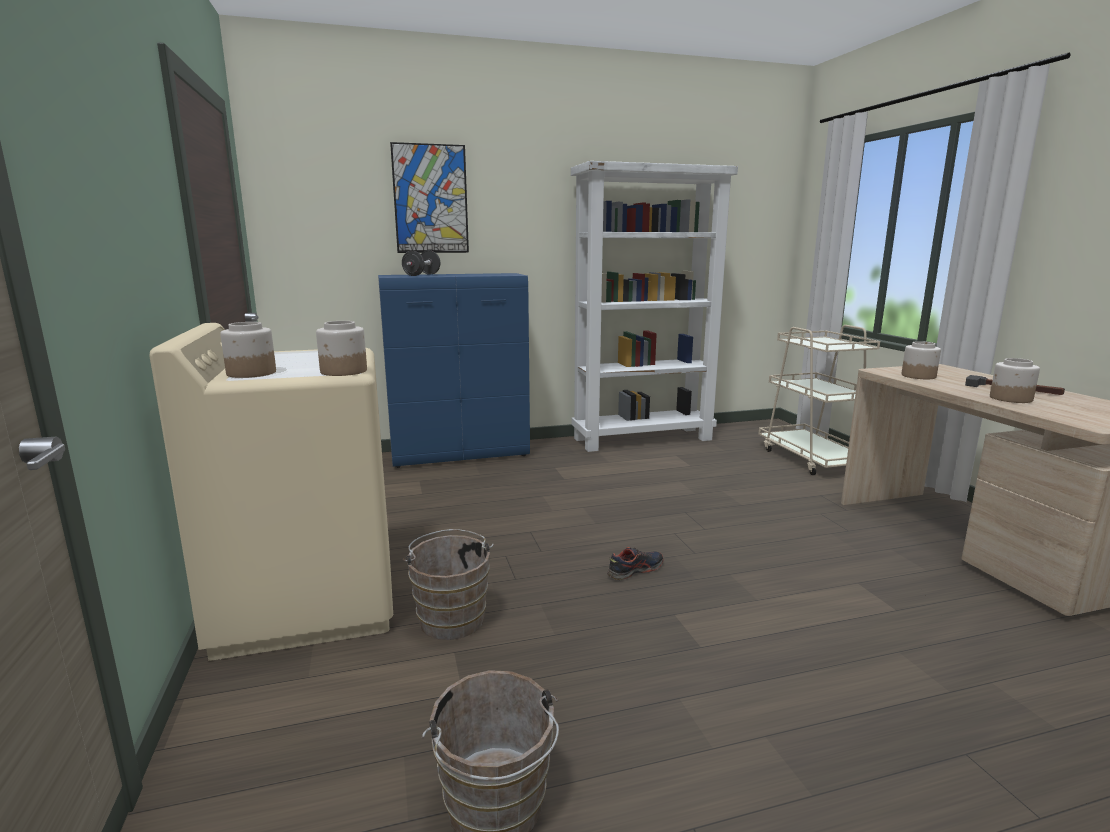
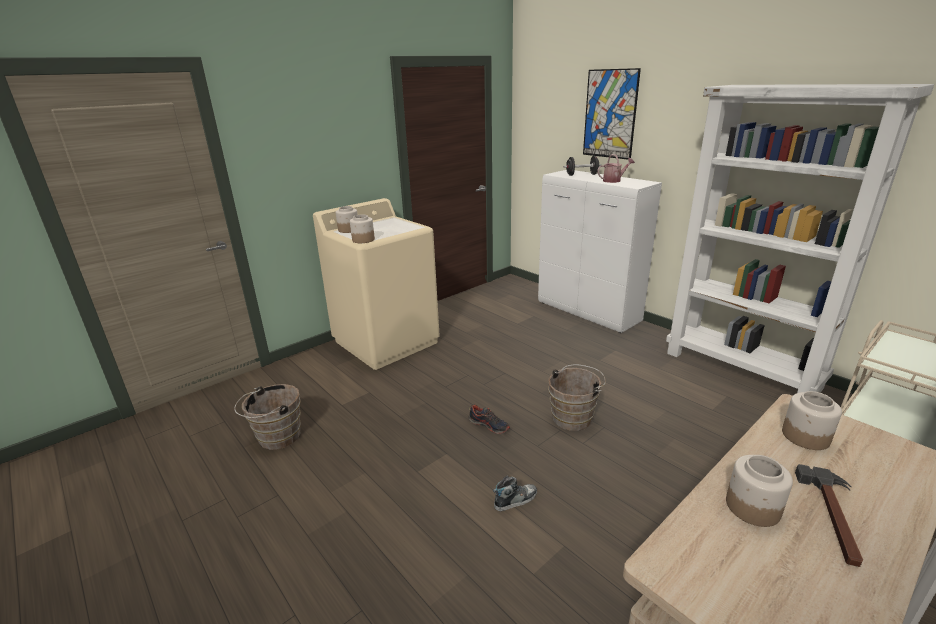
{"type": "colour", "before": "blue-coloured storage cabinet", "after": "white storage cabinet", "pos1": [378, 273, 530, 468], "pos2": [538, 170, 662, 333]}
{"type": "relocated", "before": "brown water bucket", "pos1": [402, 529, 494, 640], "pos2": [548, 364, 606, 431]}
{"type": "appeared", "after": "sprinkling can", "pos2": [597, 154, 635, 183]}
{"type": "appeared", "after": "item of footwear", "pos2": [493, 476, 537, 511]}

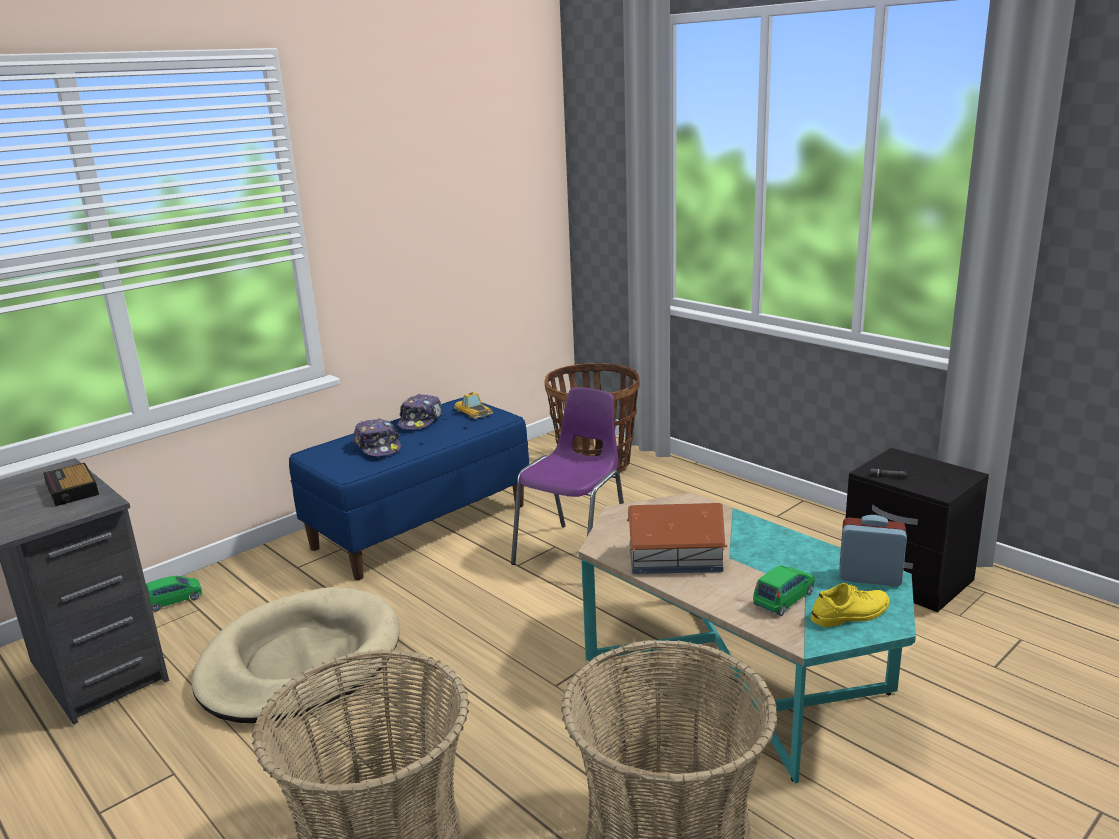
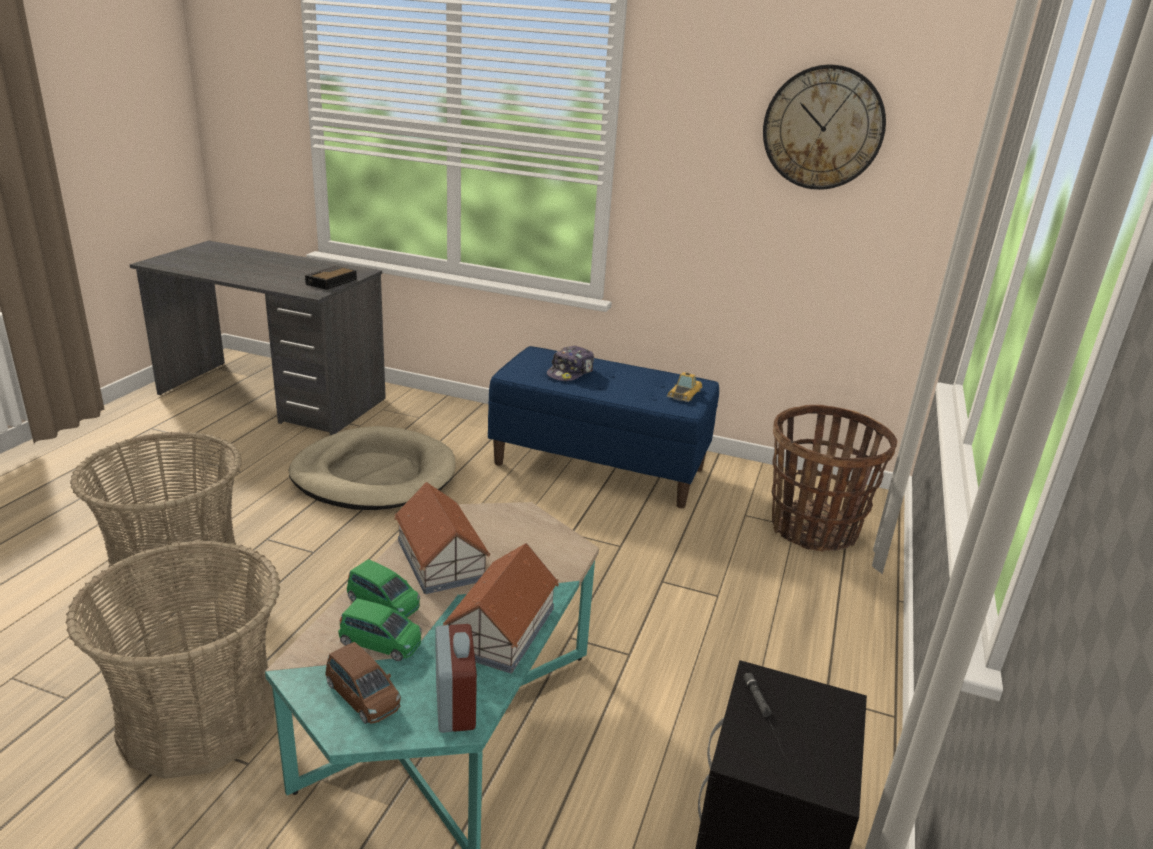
{"type": "missing", "before": "purplish upright chair", "pos1": [511, 387, 624, 565]}
{"type": "missing", "before": "cap", "pos1": [398, 394, 442, 430]}
{"type": "relocated", "before": "green-coloured model car", "pos1": [146, 576, 202, 612], "pos2": [347, 559, 420, 618]}
{"type": "exchanged", "before": "yellowish item of footwear", "after": "brown model car", "pos1": [810, 583, 890, 627], "pos2": [325, 641, 401, 724]}
{"type": "appeared", "after": "wall clock", "pos2": [763, 65, 886, 190]}
{"type": "appeared", "after": "model house", "pos2": [443, 543, 559, 673]}

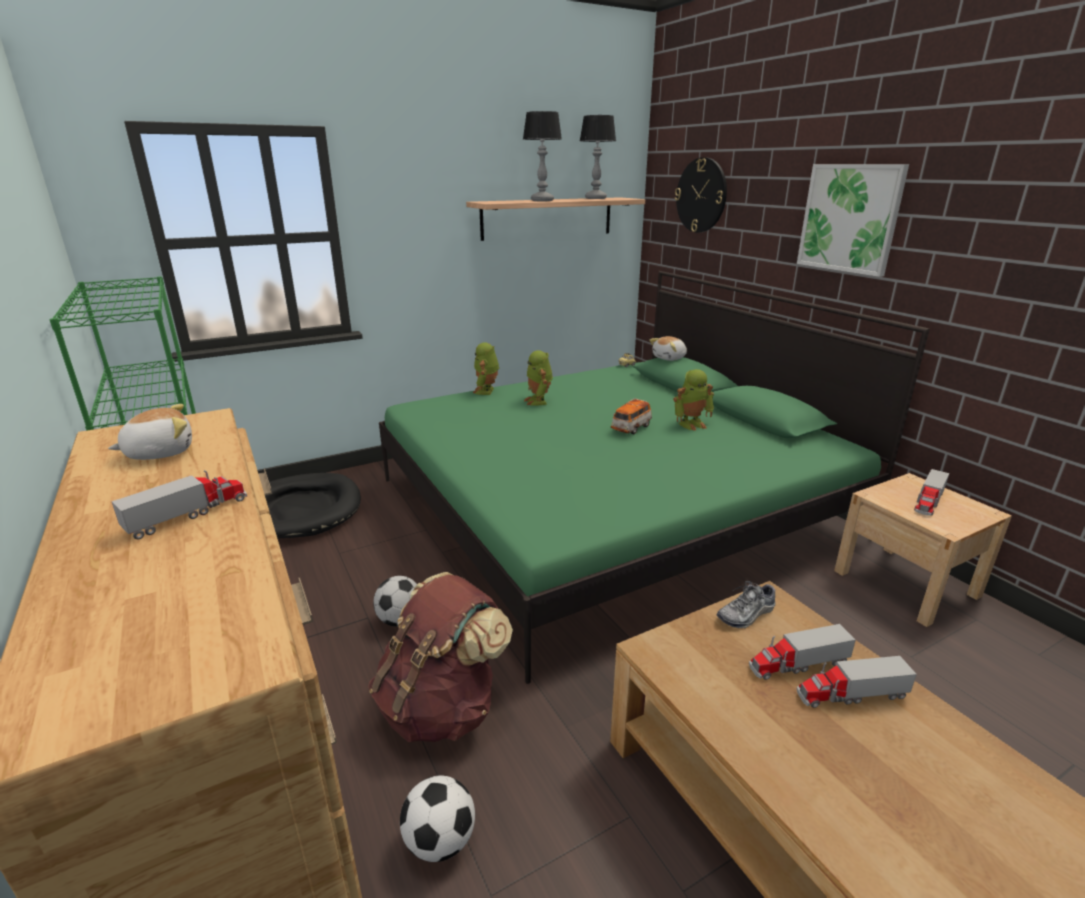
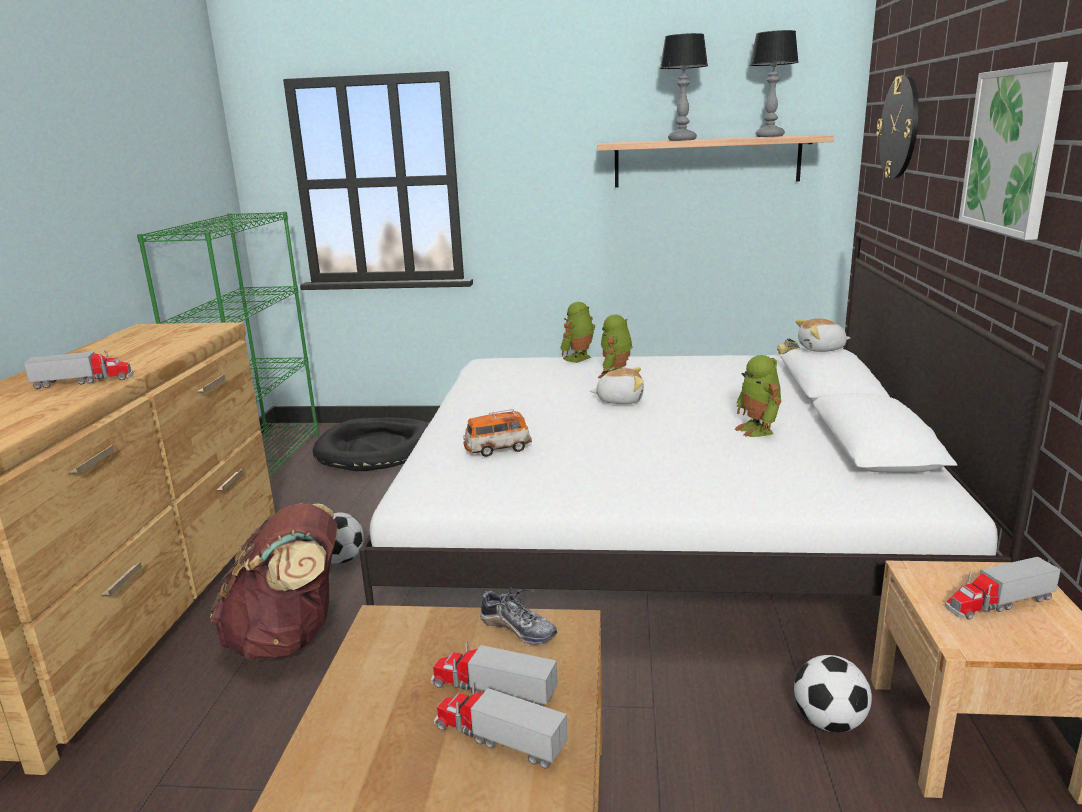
{"type": "colour", "before": "green-coloured bedroom bed", "after": "white bedroom bed", "pos1": [379, 271, 930, 684], "pos2": [359, 232, 1064, 605]}
{"type": "spun", "before": "model robot", "pos1": [673, 369, 714, 431], "pos2": [735, 355, 781, 437], "turn": 60}
{"type": "relocated", "before": "model car", "pos1": [611, 398, 652, 434], "pos2": [463, 409, 532, 457]}
{"type": "relocated", "before": "soft toy", "pos1": [108, 404, 192, 460], "pos2": [590, 367, 644, 404]}
{"type": "spun", "before": "item of footwear", "pos1": [717, 581, 775, 629], "pos2": [480, 587, 557, 644], "turn": -150}
{"type": "relocated", "before": "football ball", "pos1": [400, 775, 475, 862], "pos2": [794, 655, 872, 733]}

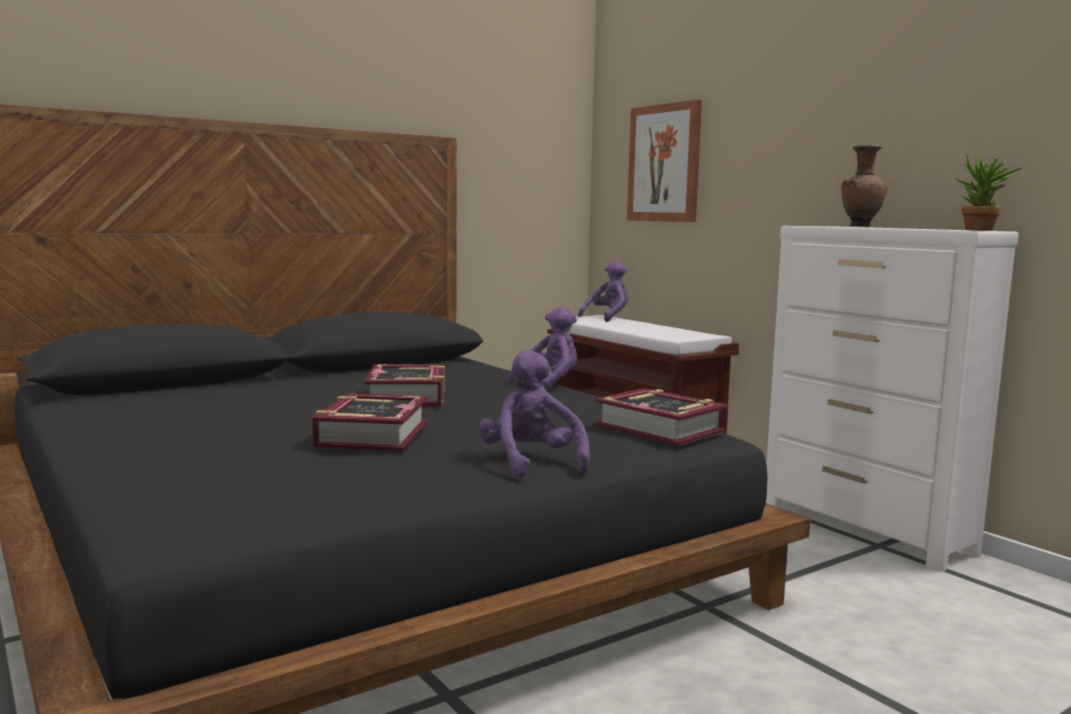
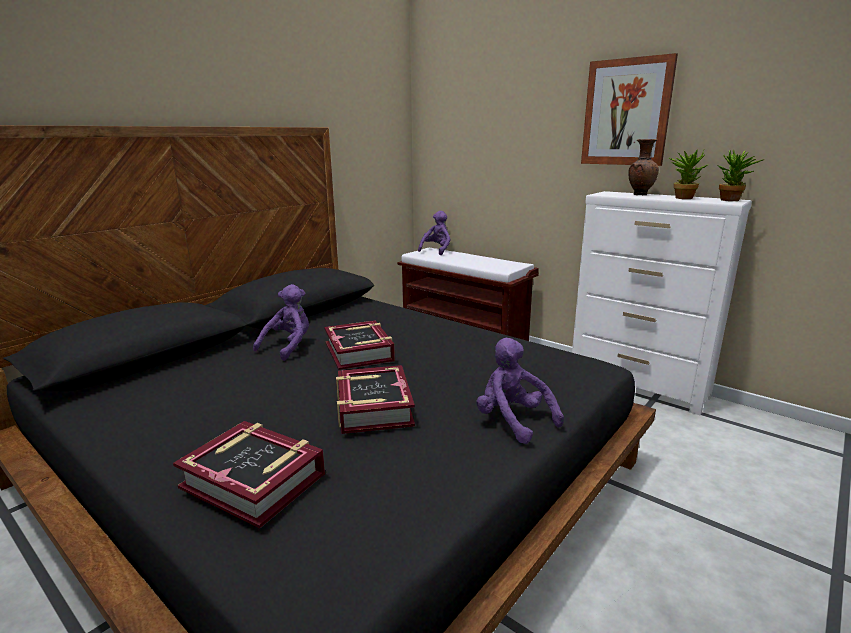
{"type": "relocated", "before": "wall picture", "pos1": [627, 100, 702, 222], "pos2": [581, 53, 678, 166]}
{"type": "relocated", "before": "purplish soft toy", "pos1": [508, 307, 577, 391], "pos2": [253, 284, 309, 361]}
{"type": "relocated", "before": "bound book", "pos1": [594, 388, 729, 446], "pos2": [173, 421, 325, 529]}
{"type": "appeared", "after": "potted plant", "pos2": [669, 150, 709, 199]}

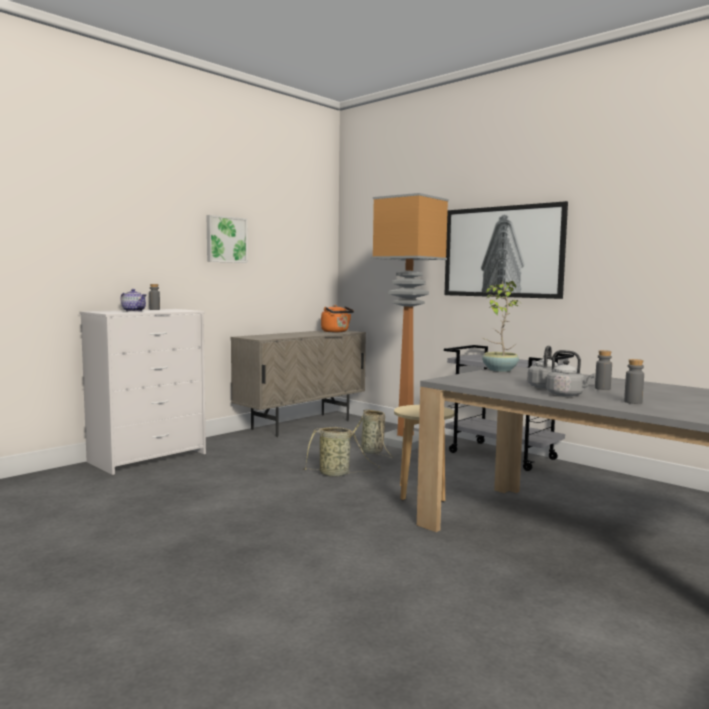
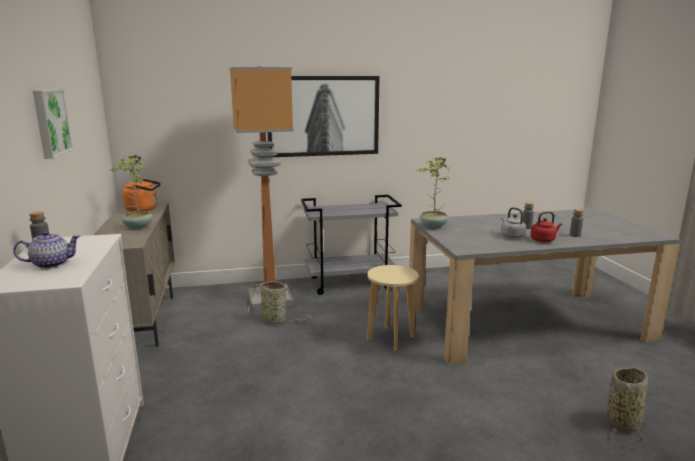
{"type": "colour", "before": "greyish kettle", "after": "red kettle", "pos1": [546, 350, 595, 397], "pos2": [530, 211, 562, 242]}
{"type": "relocated", "before": "basket", "pos1": [302, 427, 380, 476], "pos2": [607, 367, 648, 442]}
{"type": "appeared", "after": "potted plant", "pos2": [110, 155, 153, 229]}

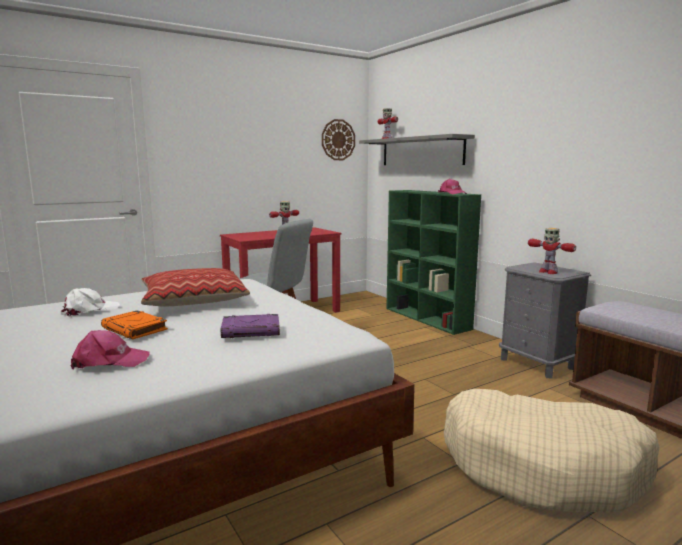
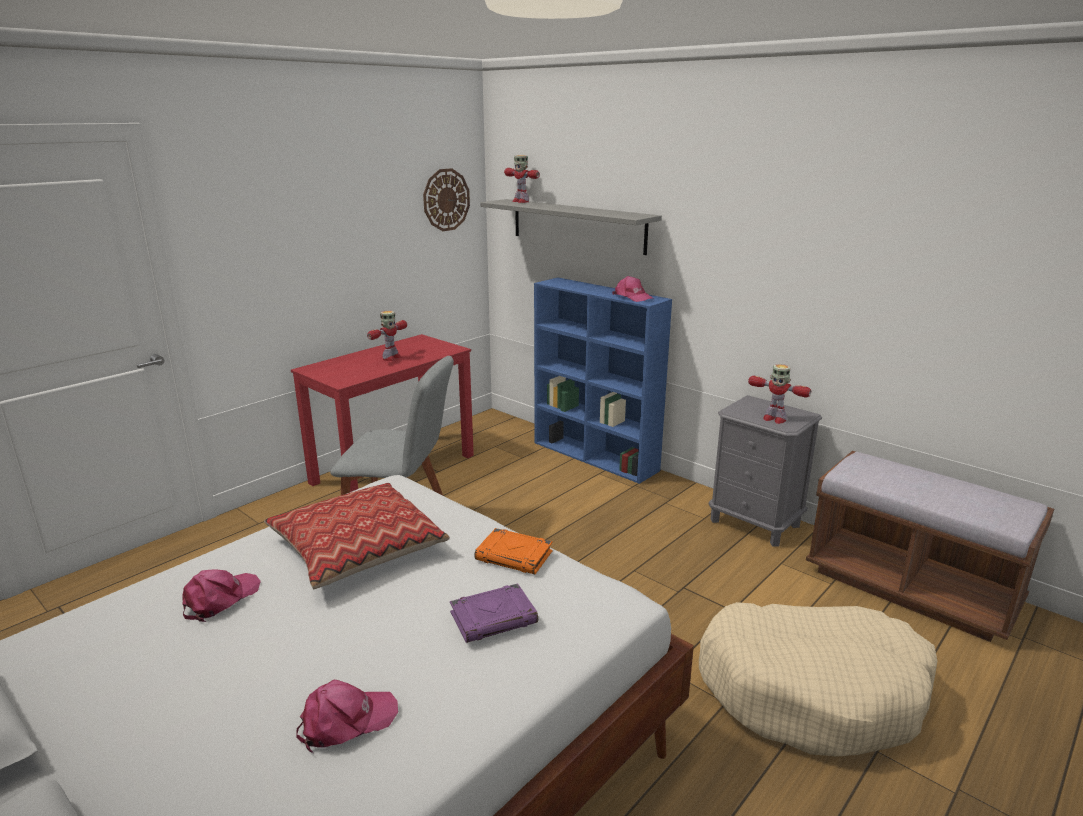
{"type": "colour", "before": "green-coloured bookcase", "after": "blue-coloured bookcase", "pos1": [386, 190, 481, 335], "pos2": [534, 277, 672, 484]}
{"type": "colour", "before": "white cap", "after": "pink cap", "pos1": [61, 288, 120, 316], "pos2": [182, 569, 261, 622]}
{"type": "relocated", "before": "orangey bound book", "pos1": [101, 310, 168, 339], "pos2": [475, 528, 553, 574]}

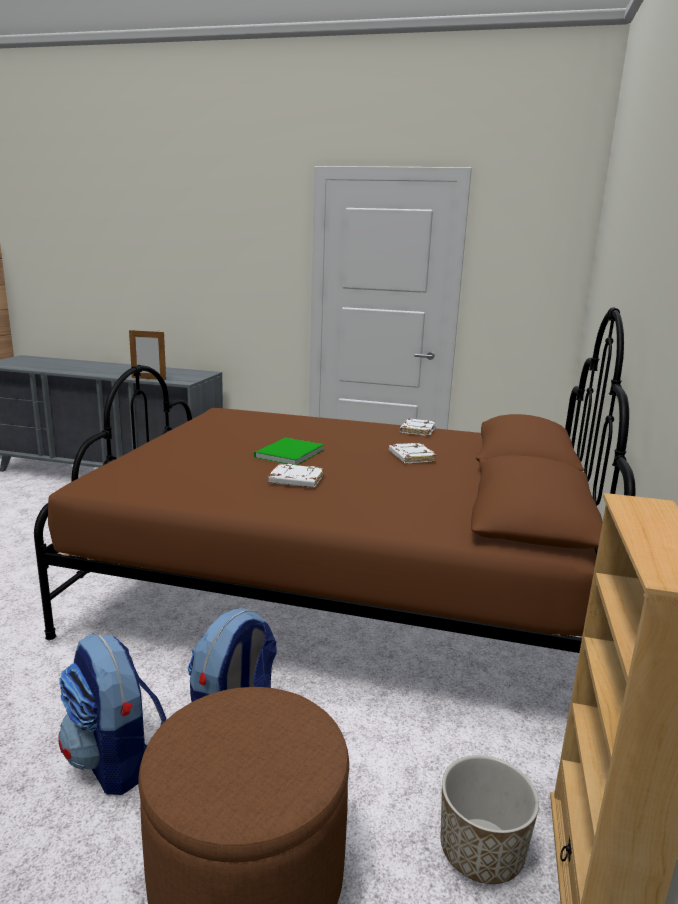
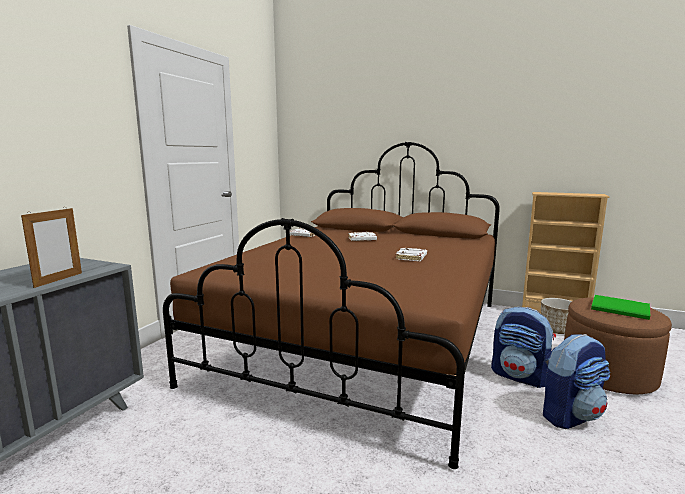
{"type": "relocated", "before": "green-coloured bound book", "pos1": [254, 438, 324, 465], "pos2": [591, 295, 650, 320]}

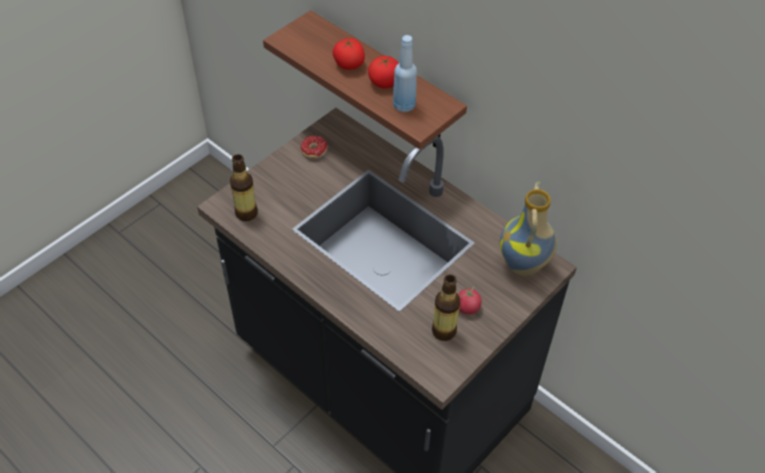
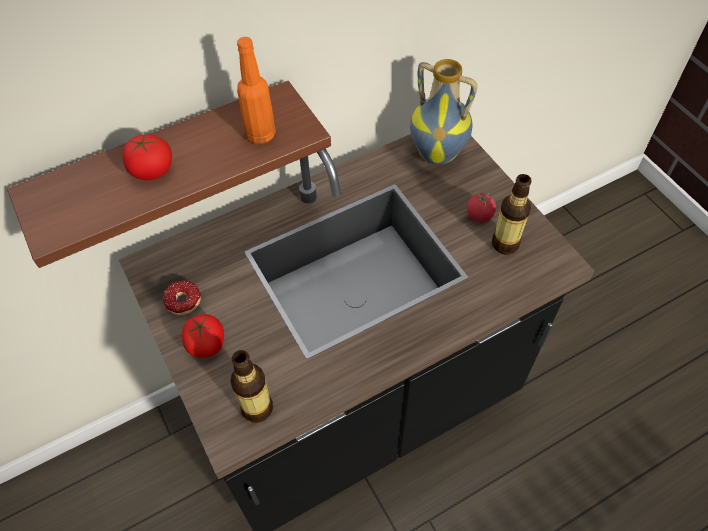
{"type": "colour", "before": "blue-coloured bottle", "after": "orangey bottle", "pos1": [393, 35, 417, 112], "pos2": [237, 37, 276, 144]}
{"type": "relocated", "before": "whole tomato", "pos1": [368, 56, 399, 88], "pos2": [182, 314, 224, 357]}

